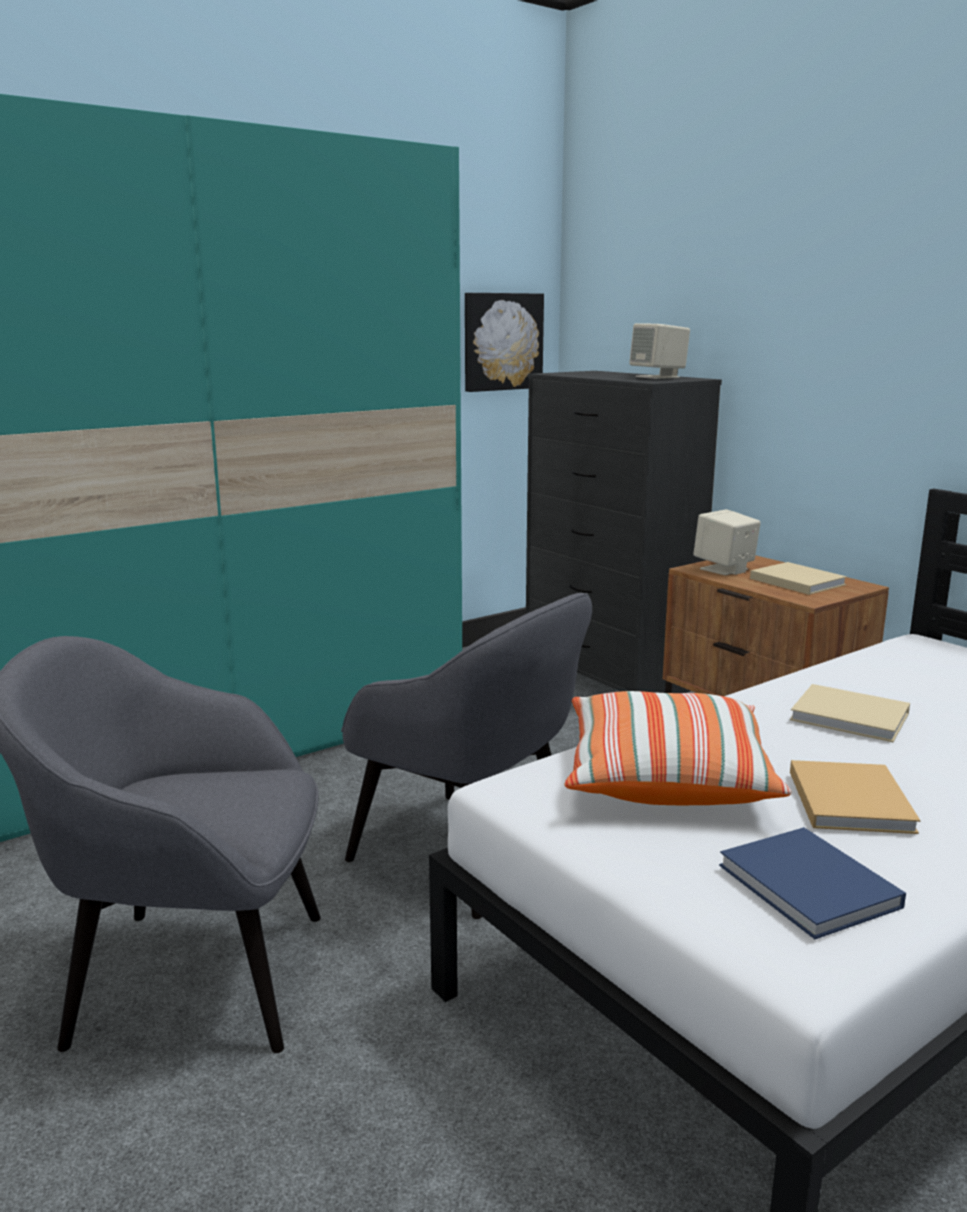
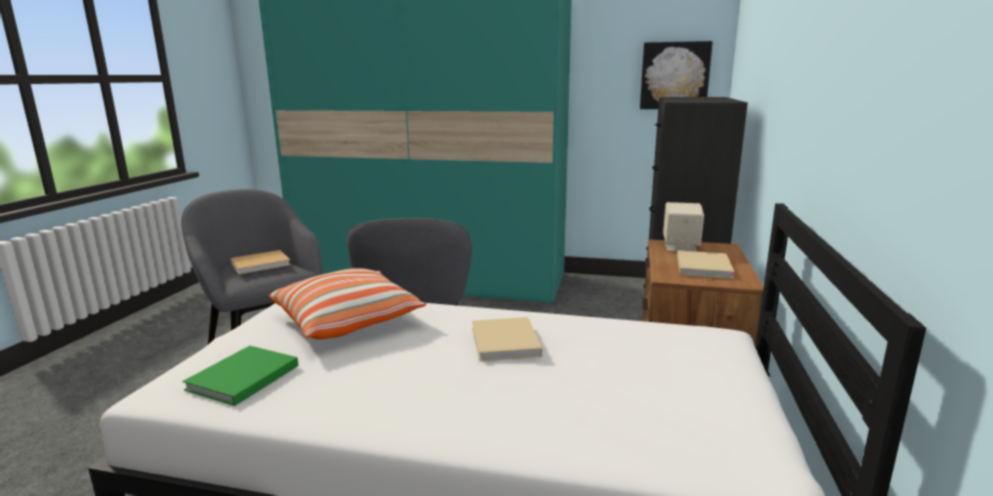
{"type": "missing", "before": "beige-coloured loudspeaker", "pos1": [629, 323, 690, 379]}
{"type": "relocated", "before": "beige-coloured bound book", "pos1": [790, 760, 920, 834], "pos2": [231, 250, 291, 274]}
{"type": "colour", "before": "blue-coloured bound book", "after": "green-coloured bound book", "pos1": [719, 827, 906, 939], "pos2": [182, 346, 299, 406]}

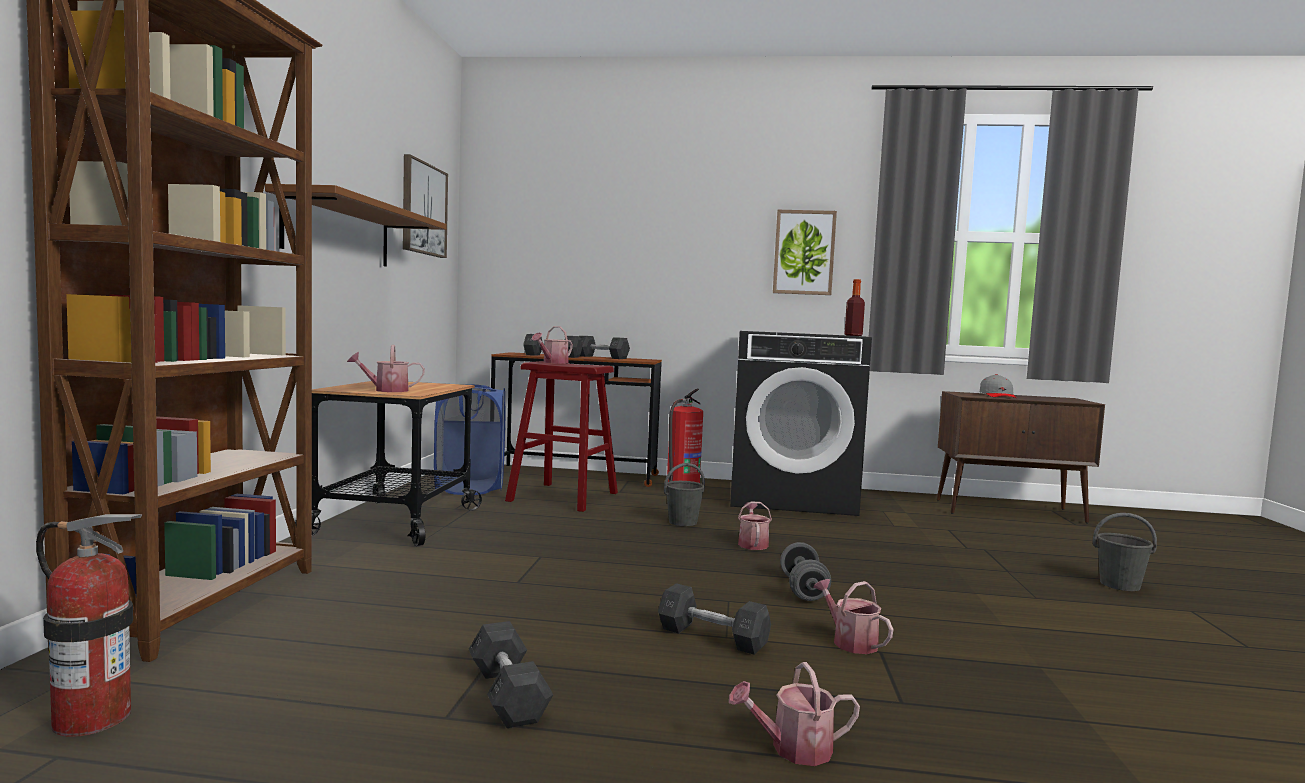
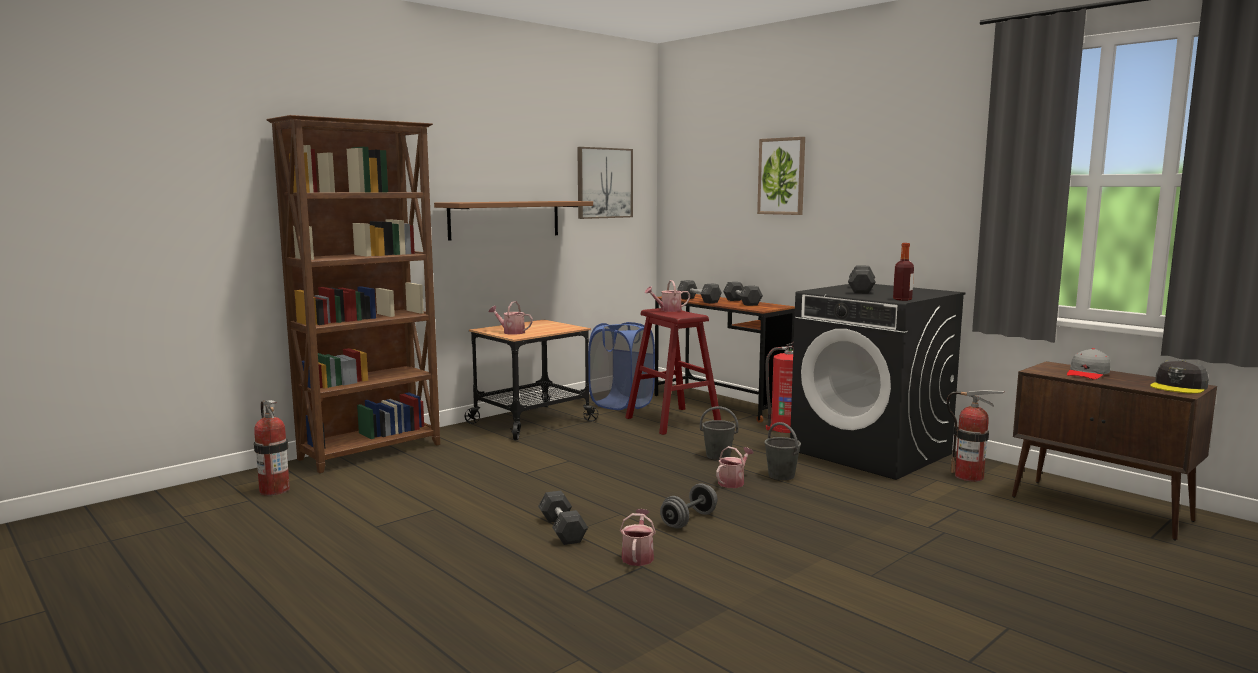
{"type": "relocated", "before": "wall picture", "pos1": [773, 210, 837, 295], "pos2": [757, 137, 805, 215]}
{"type": "relocated", "before": "greyish water bucket", "pos1": [1092, 513, 1157, 591], "pos2": [764, 422, 801, 480]}
{"type": "relocated", "before": "greyish free weight", "pos1": [469, 621, 554, 728], "pos2": [848, 265, 876, 294]}
{"type": "missing", "before": "sprinkling can", "pos1": [729, 662, 860, 766]}
{"type": "appeared", "after": "greyish cap", "pos2": [1150, 360, 1209, 394]}
{"type": "appeared", "after": "extinguisher", "pos2": [947, 390, 1005, 482]}

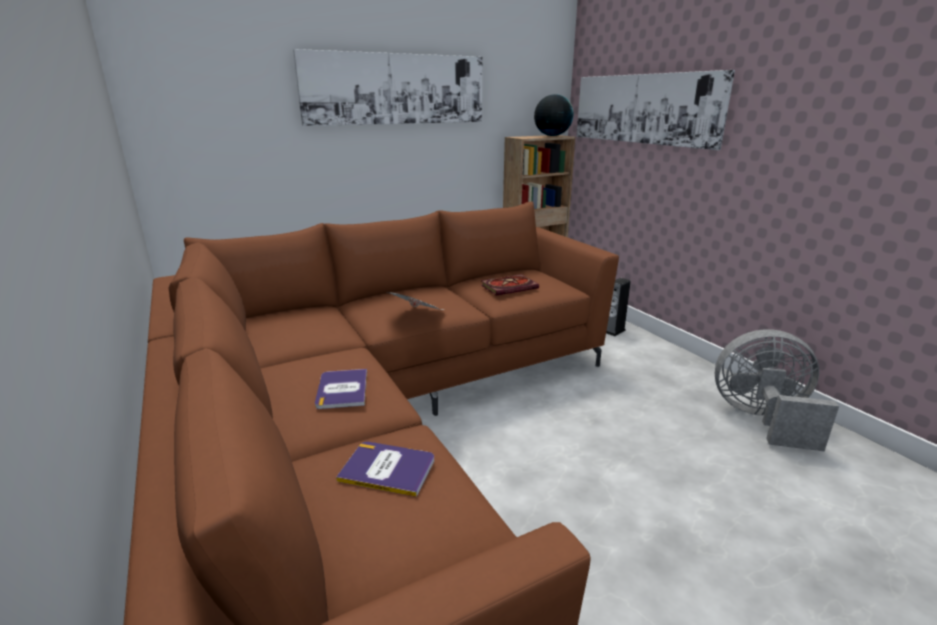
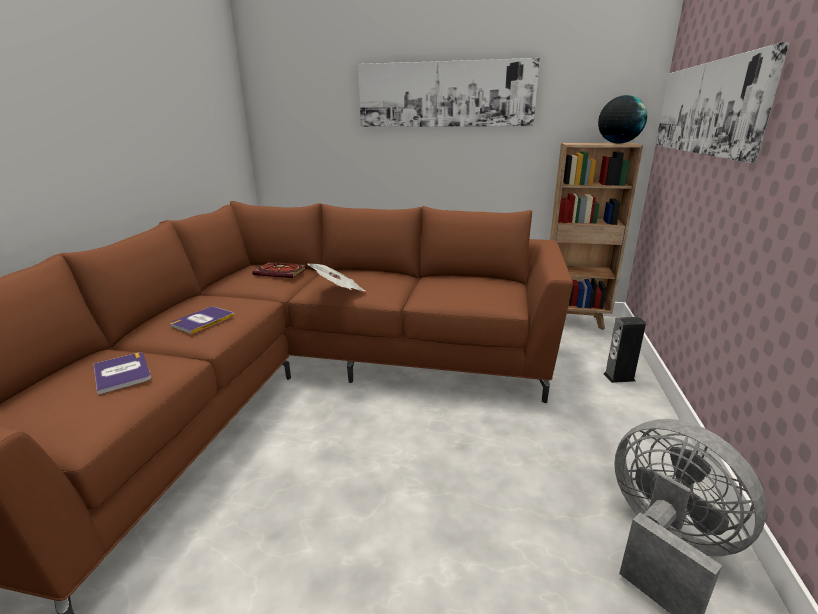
{"type": "relocated", "before": "bound book", "pos1": [481, 274, 539, 296], "pos2": [252, 262, 306, 278]}

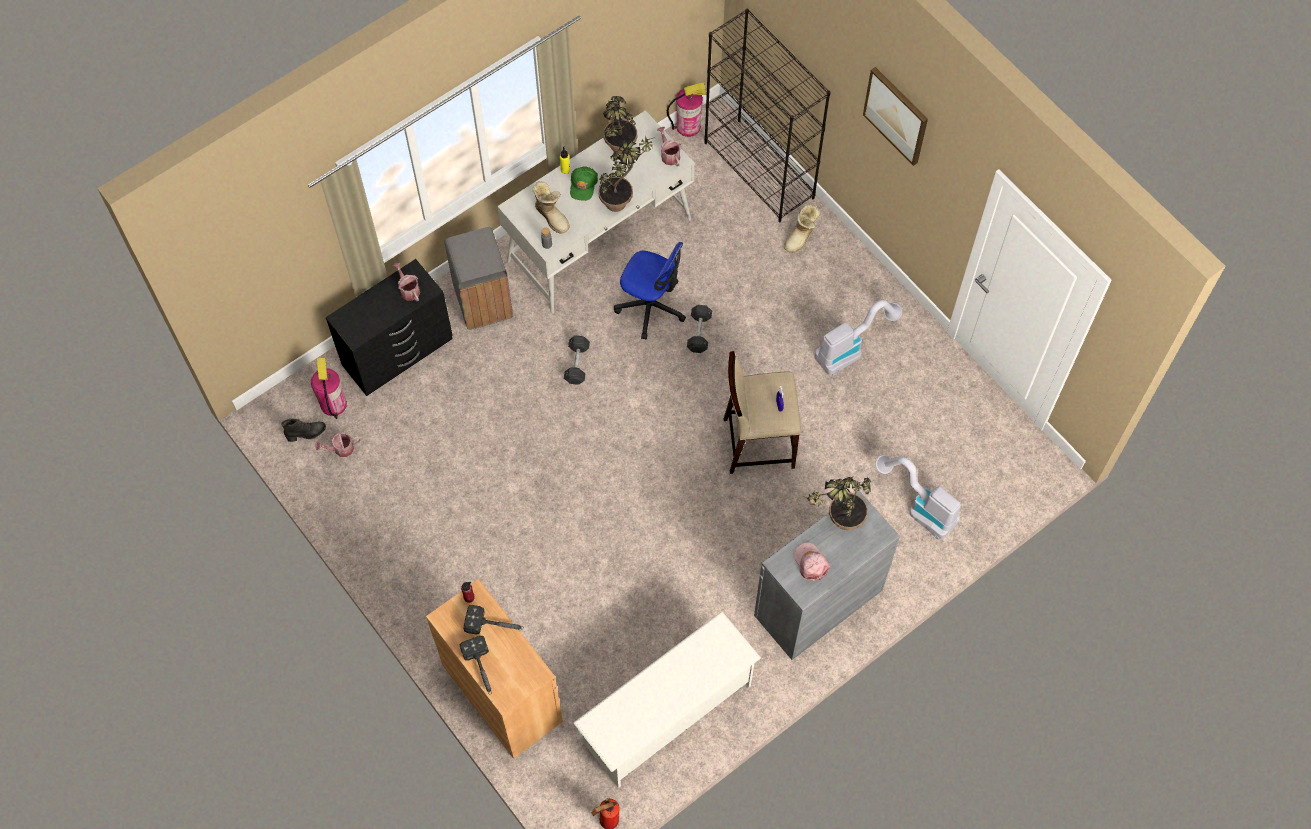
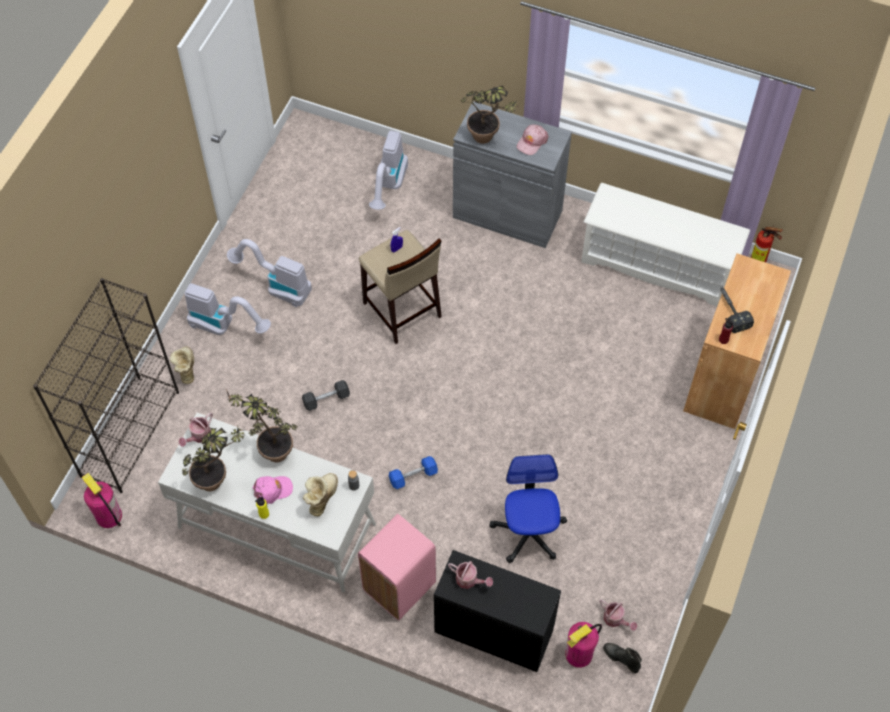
{"type": "missing", "before": "wall picture", "pos1": [863, 67, 928, 166]}
{"type": "colour", "before": "green-coloured cap", "after": "pink cap", "pos1": [570, 166, 598, 201], "pos2": [253, 476, 293, 504]}
{"type": "spun", "before": "boot", "pos1": [784, 204, 820, 253], "pos2": [170, 347, 194, 384], "turn": -105}
{"type": "colour", "before": "greyish trash can", "after": "pink trash can", "pos1": [444, 227, 513, 330], "pos2": [358, 514, 436, 621]}
{"type": "relocated", "before": "office chair", "pos1": [614, 242, 686, 339], "pos2": [489, 454, 567, 563]}
{"type": "spun", "before": "sprinkling can", "pos1": [392, 262, 420, 301], "pos2": [448, 561, 493, 589], "turn": -90}
{"type": "colour", "before": "greyish free weight", "after": "blue-coloured free weight", "pos1": [564, 336, 590, 385], "pos2": [389, 456, 438, 489]}
{"type": "missing", "before": "hammer", "pos1": [459, 636, 492, 694]}
{"type": "appeared", "after": "vacuum cleaner", "pos2": [185, 283, 271, 335]}

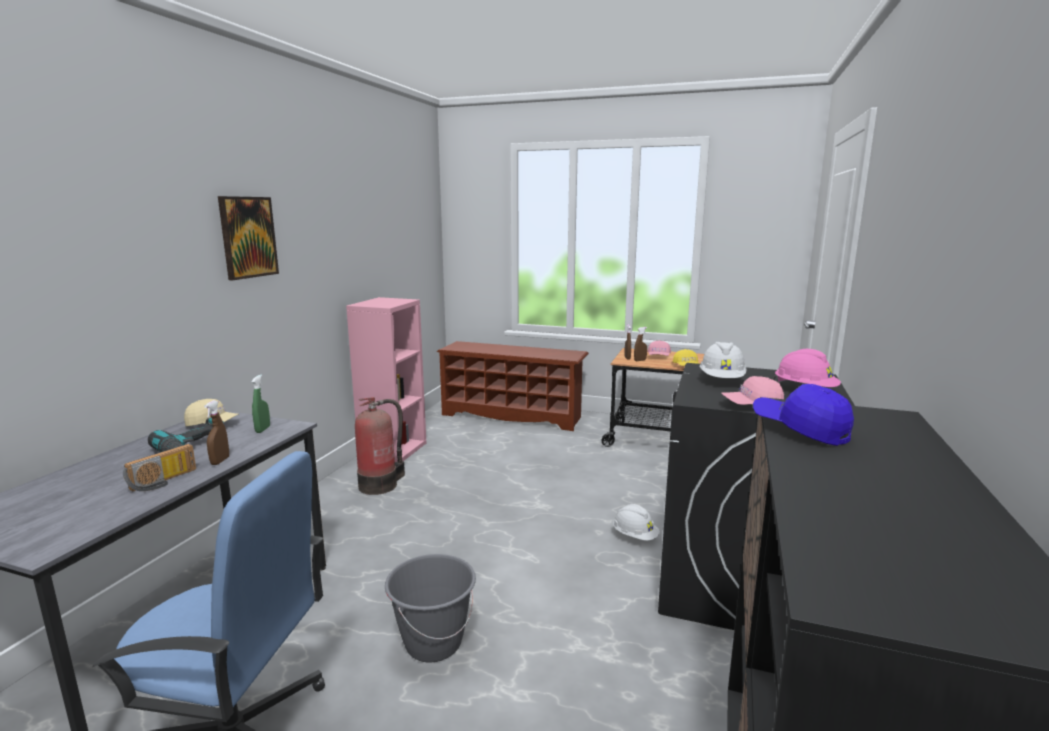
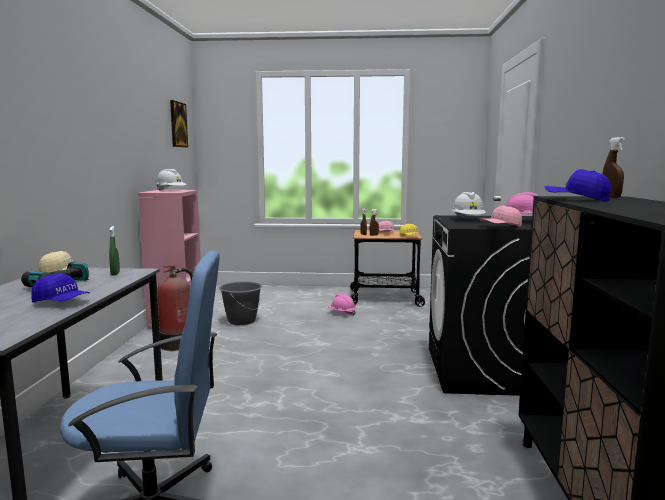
{"type": "relocated", "before": "wall picture", "pos1": [218, 196, 279, 280], "pos2": [170, 100, 188, 147]}
{"type": "missing", "before": "brown shoe shelf", "pos1": [437, 341, 589, 431]}
{"type": "relocated", "before": "brown sprayer", "pos1": [204, 400, 229, 465], "pos2": [602, 137, 625, 198]}
{"type": "exchanged", "before": "radio", "after": "blue-coloured cap", "pos1": [123, 444, 196, 491], "pos2": [31, 274, 90, 303]}
{"type": "relocated", "before": "white safety helmet", "pos1": [613, 504, 660, 541], "pos2": [156, 169, 187, 191]}
{"type": "relocated", "before": "greyish water bucket", "pos1": [385, 554, 476, 662], "pos2": [219, 281, 262, 325]}
{"type": "appeared", "after": "pink safety helmet", "pos2": [328, 294, 356, 316]}

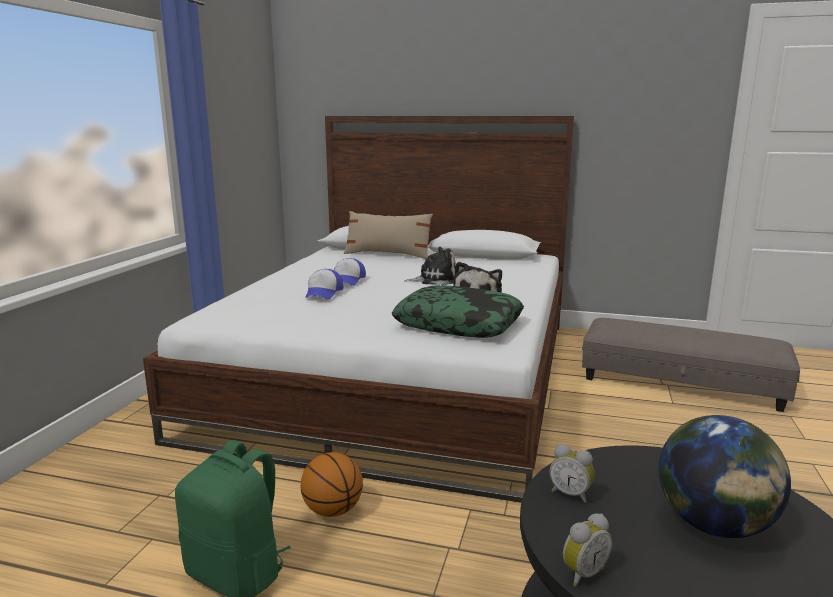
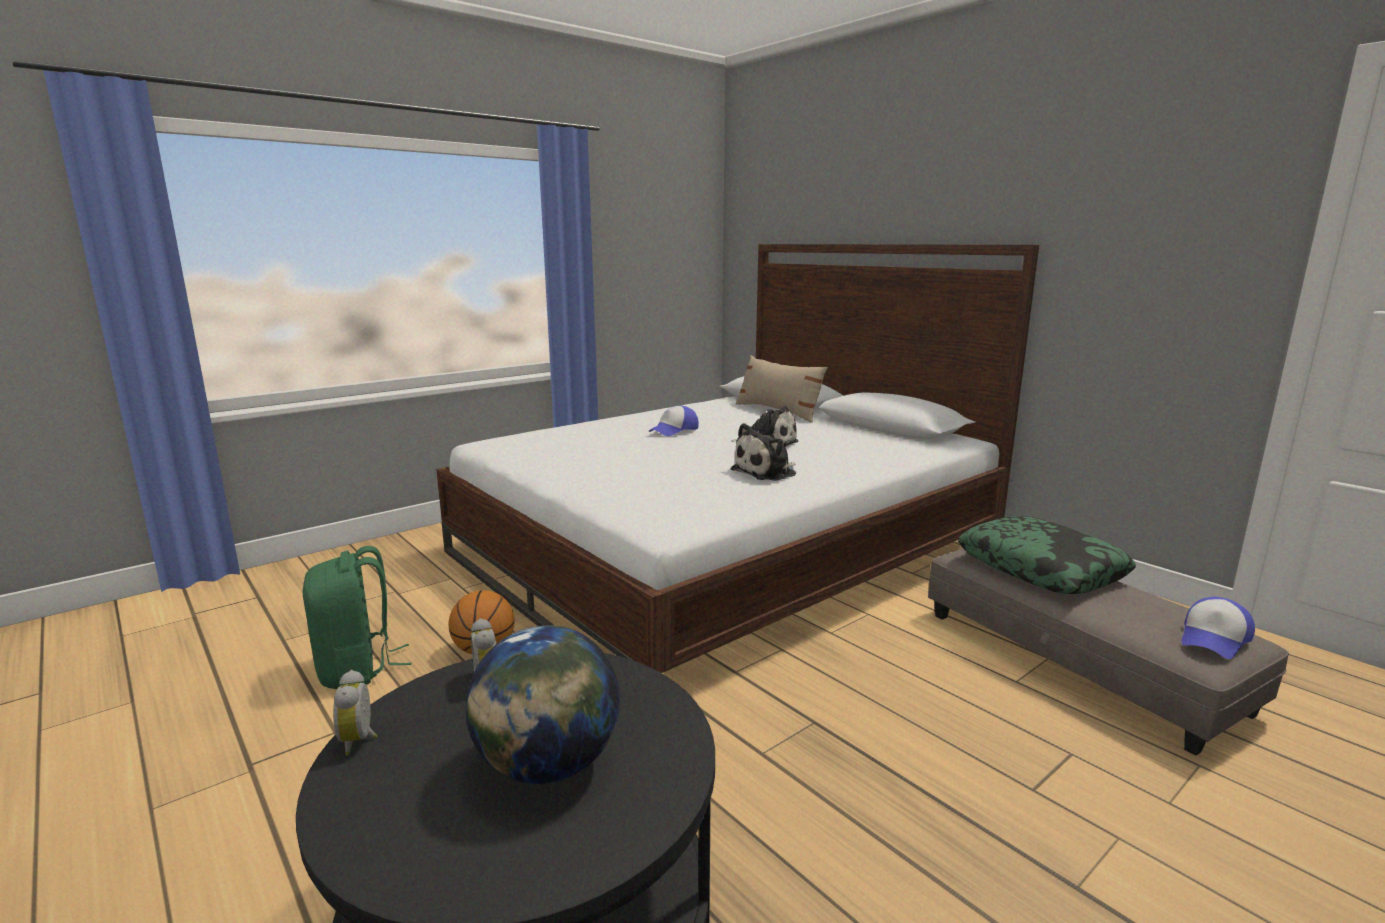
{"type": "relocated", "before": "cap", "pos1": [305, 269, 344, 299], "pos2": [1181, 597, 1255, 659]}
{"type": "relocated", "before": "throw pillow", "pos1": [391, 285, 524, 338], "pos2": [958, 516, 1136, 594]}
{"type": "spun", "before": "bedside clock", "pos1": [563, 513, 612, 586], "pos2": [333, 670, 377, 756], "turn": 75}

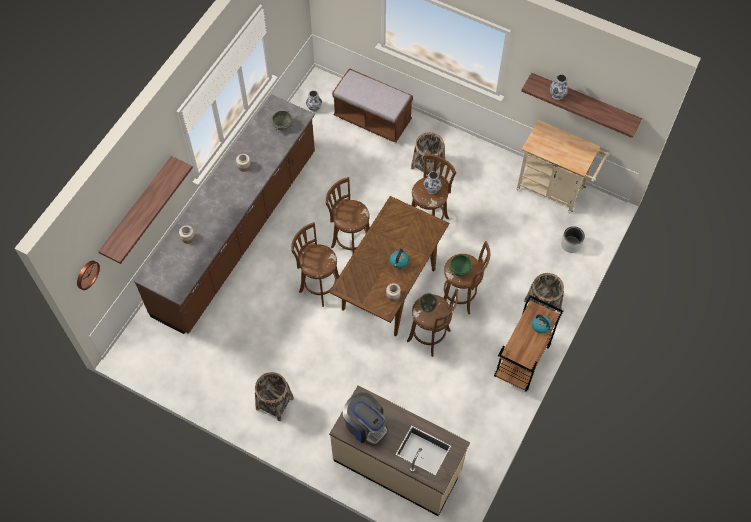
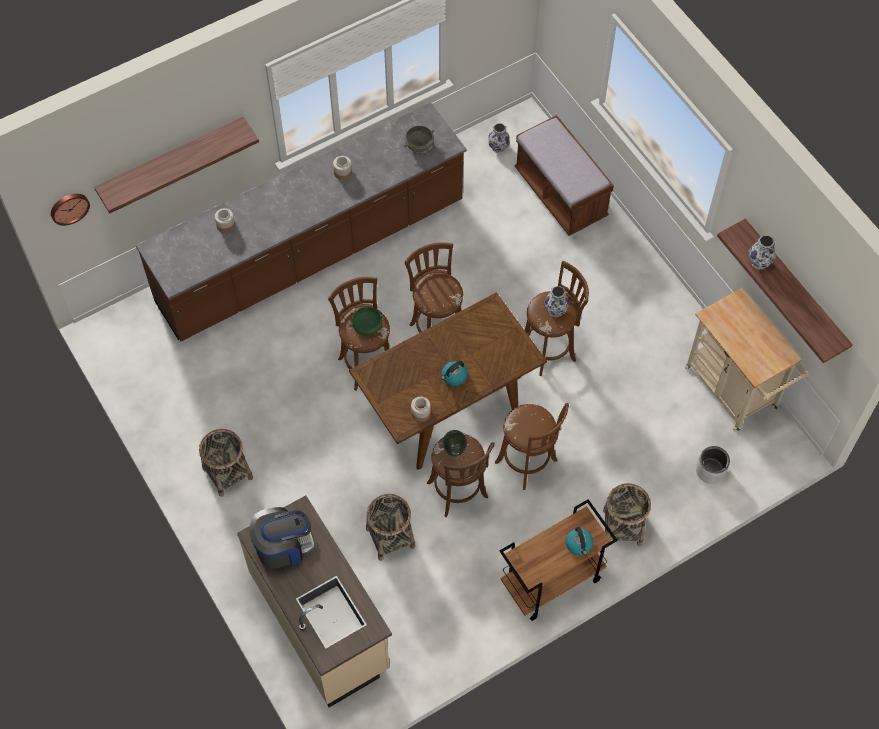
{"type": "relocated", "before": "basket", "pos1": [411, 132, 445, 175], "pos2": [366, 494, 415, 561]}
{"type": "relocated", "before": "green-coloured bowl", "pos1": [450, 255, 472, 276], "pos2": [349, 307, 385, 335]}
{"type": "spun", "before": "coffee maker", "pos1": [343, 392, 389, 446], "pos2": [250, 507, 316, 569], "turn": -90}

